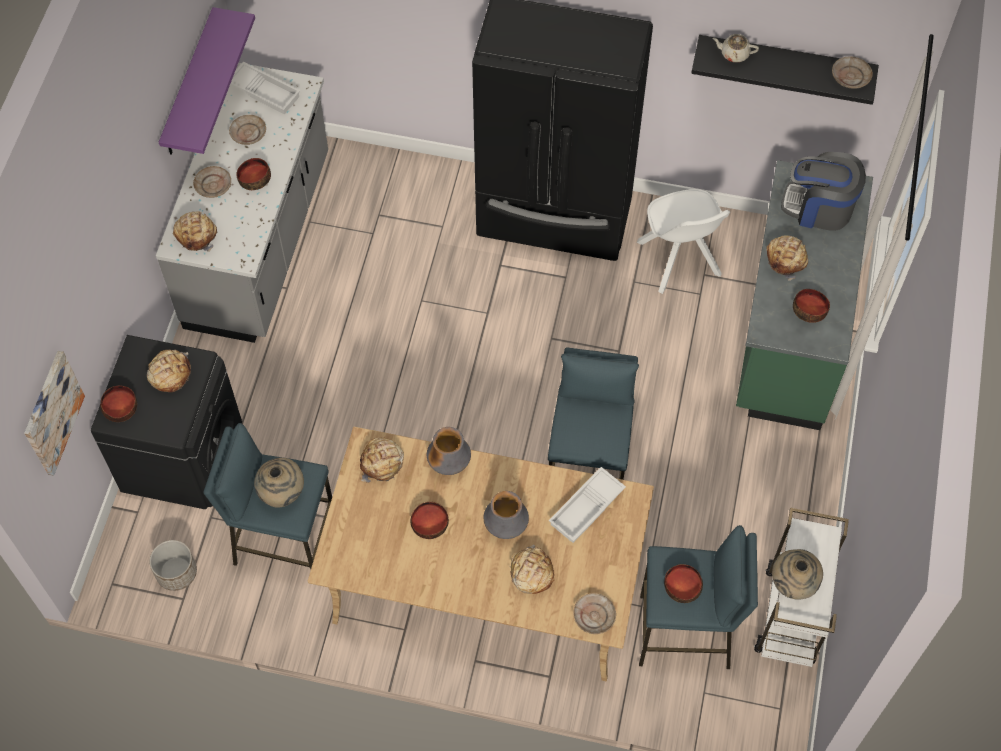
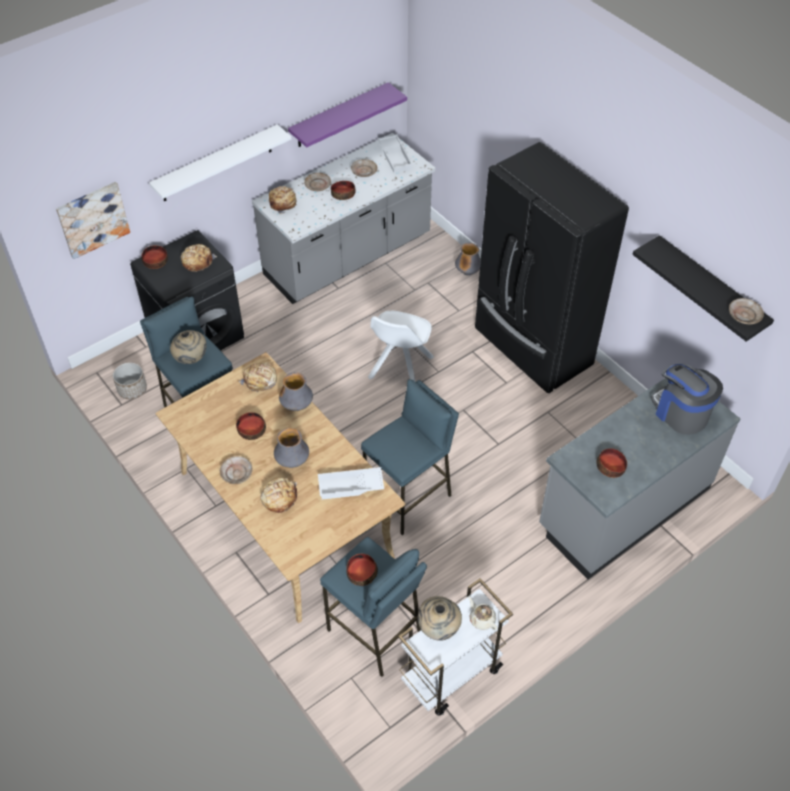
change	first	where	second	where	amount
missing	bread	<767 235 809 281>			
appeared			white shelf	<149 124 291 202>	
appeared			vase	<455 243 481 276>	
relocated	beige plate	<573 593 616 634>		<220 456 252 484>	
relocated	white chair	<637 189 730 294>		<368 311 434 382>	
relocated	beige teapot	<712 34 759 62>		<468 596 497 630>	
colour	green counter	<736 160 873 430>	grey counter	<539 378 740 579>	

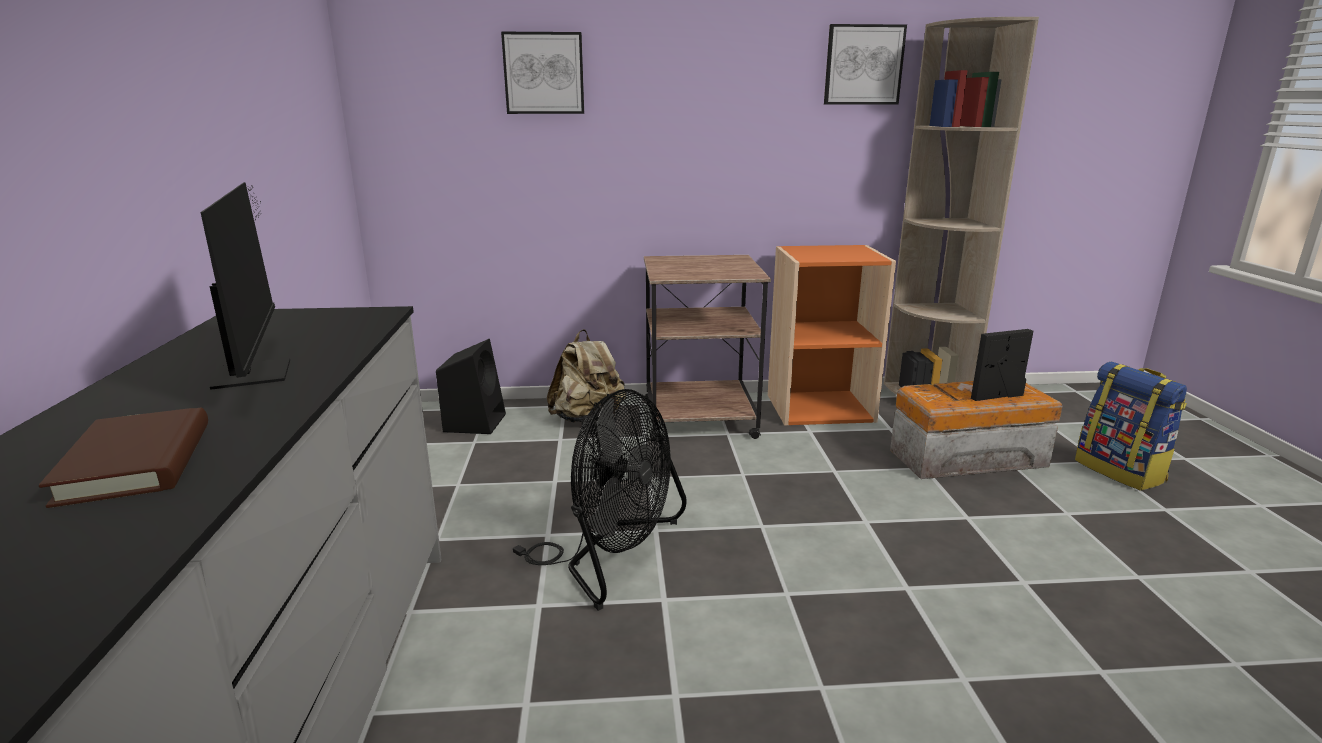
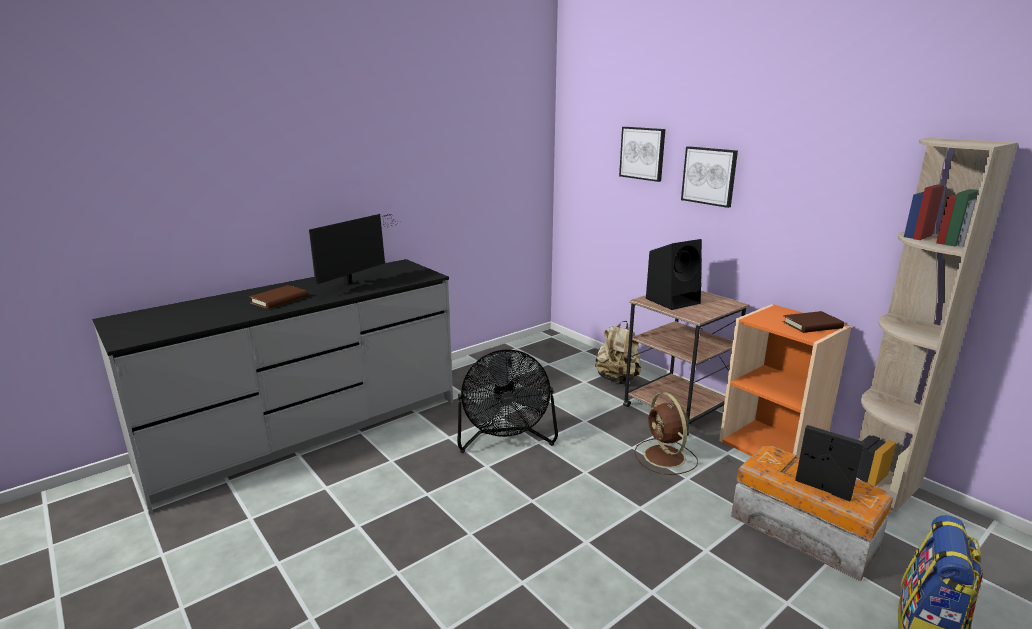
change	first	where	second	where	amount
appeared			brown fan	<634 392 698 475>	
appeared			brown book	<783 311 844 333>	
relocated	black speaker	<436 339 506 434>		<646 239 702 310>	
relocated	picture	<824 24 907 104>		<681 146 738 208>	

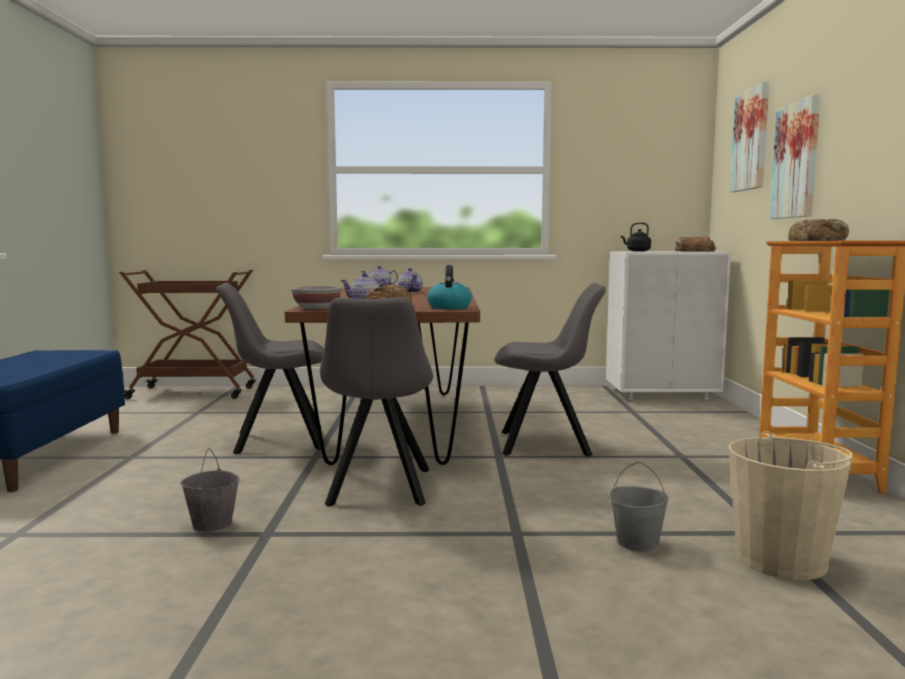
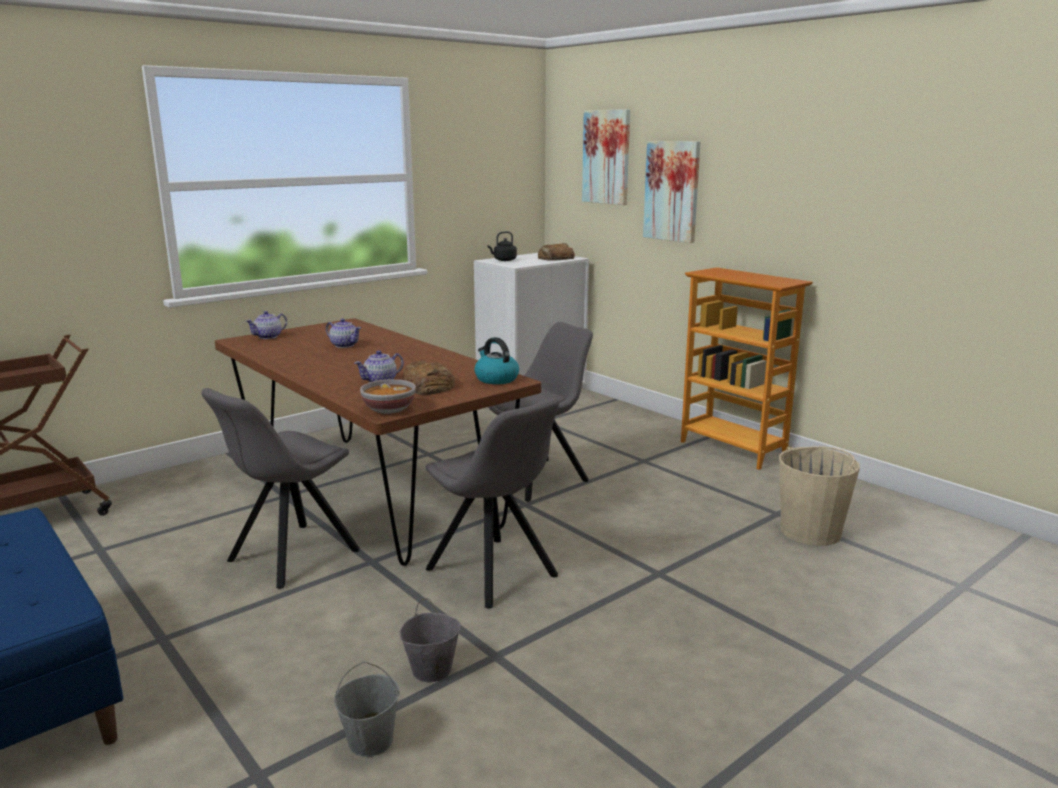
change	first	where	second	where	amount
missing	bread	<788 219 849 241>			
relocated	grey bucket	<609 462 669 552>		<334 662 400 757>	

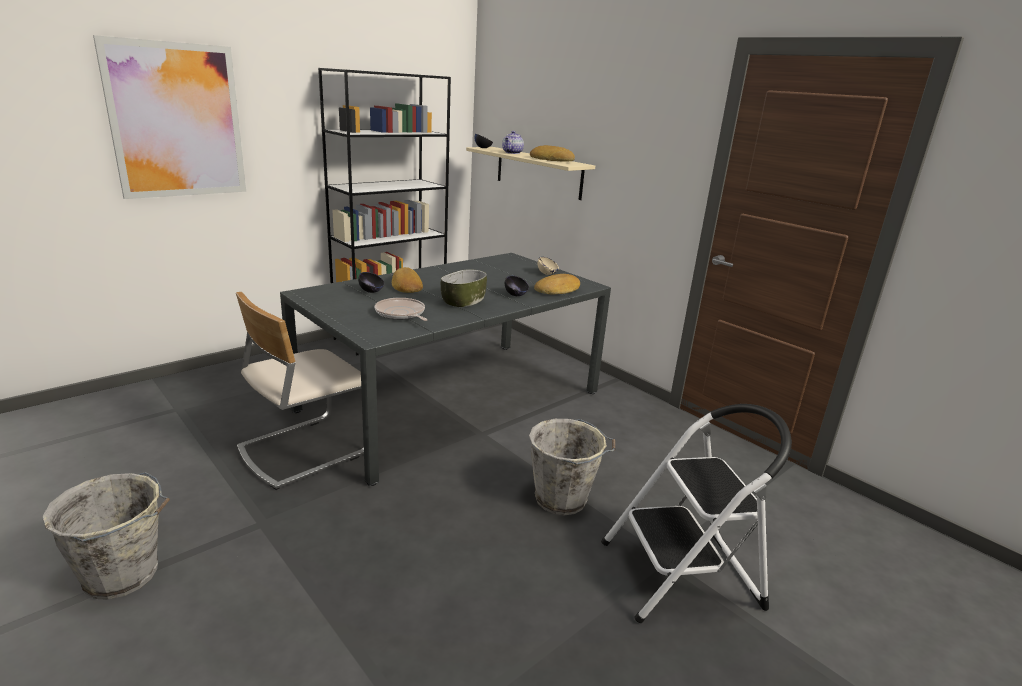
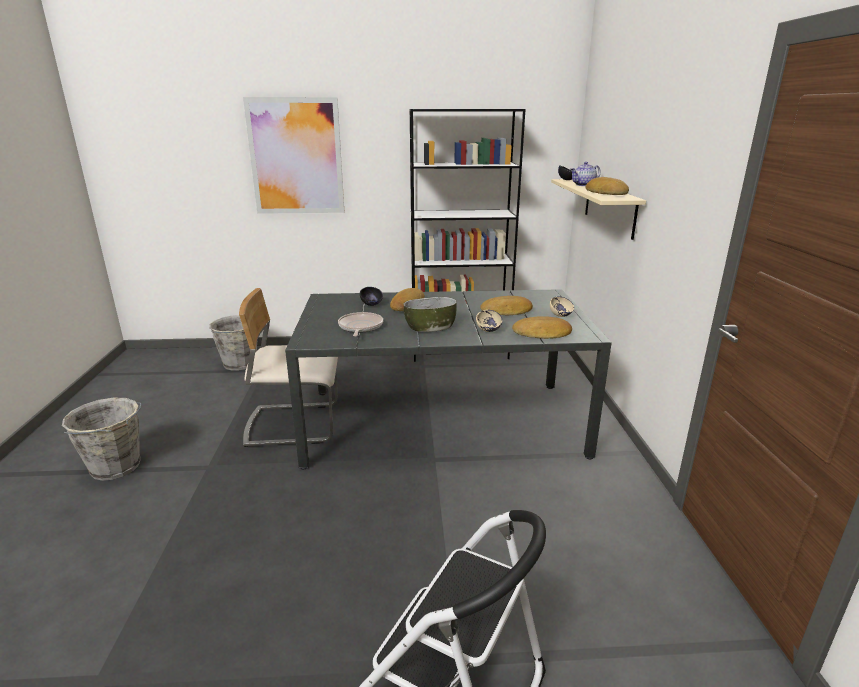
change	first	where	second	where	amount
appeared			bread	<480 296 533 315>	
relocated	grey bucket	<529 419 616 515>		<209 315 257 371>	
colour	black bowl	<505 276 529 296>	beige bowl	<476 310 502 332>	

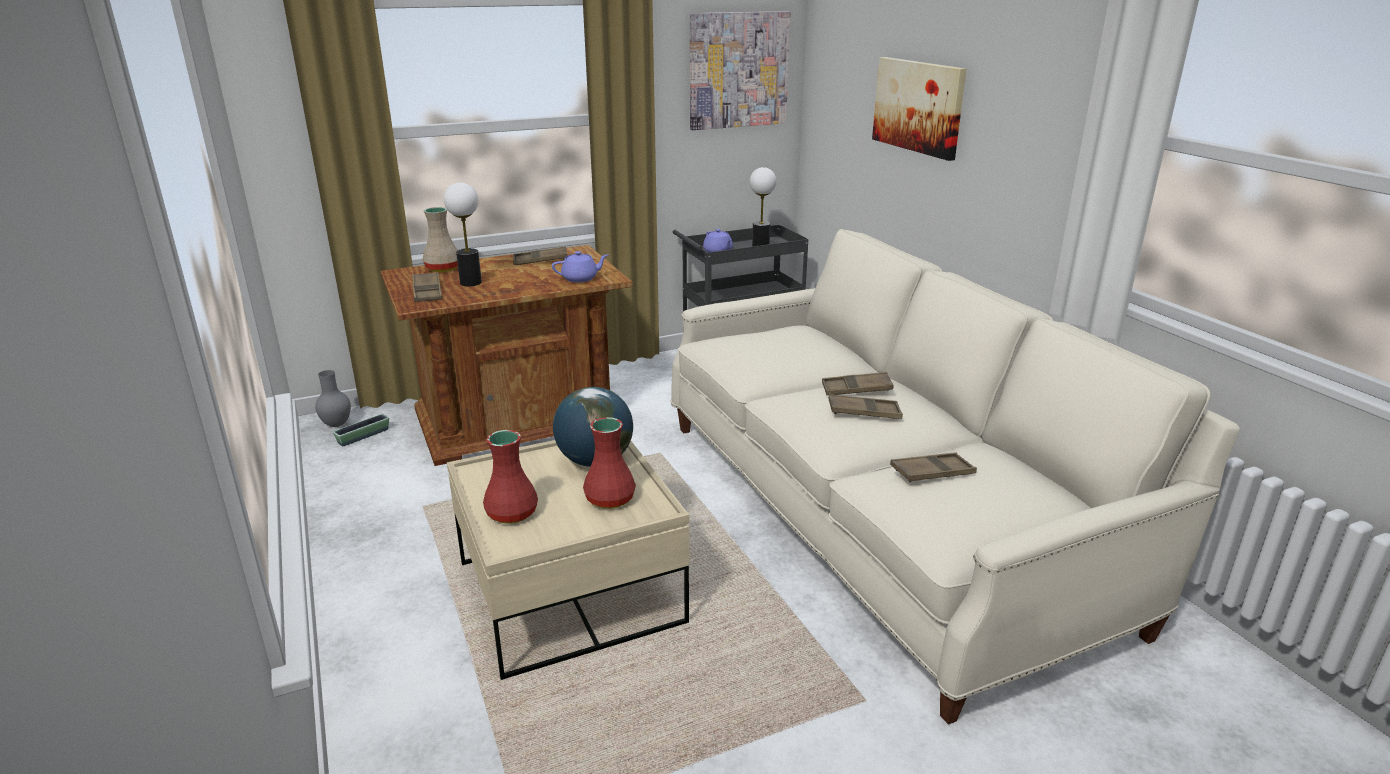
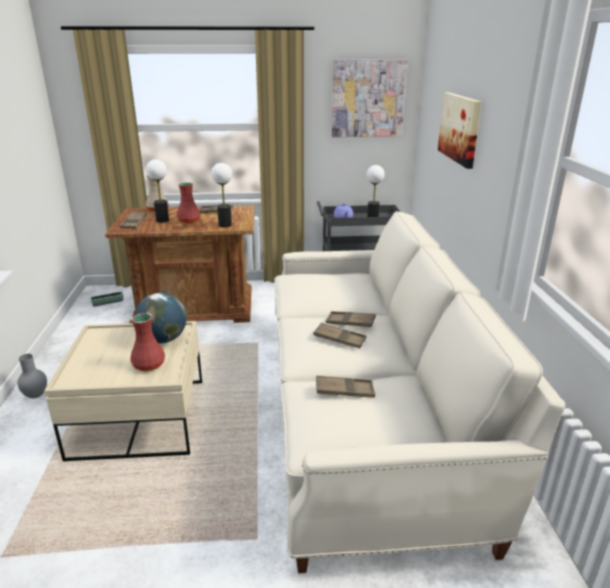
change	first	where	second	where	amount
relocated	grey vase	<315 370 351 427>		<17 354 47 398>	
relocated	red vase	<483 430 538 524>		<177 182 201 224>	
exchanged	purple teapot	<552 251 608 282>	table lamp	<211 163 232 228>	

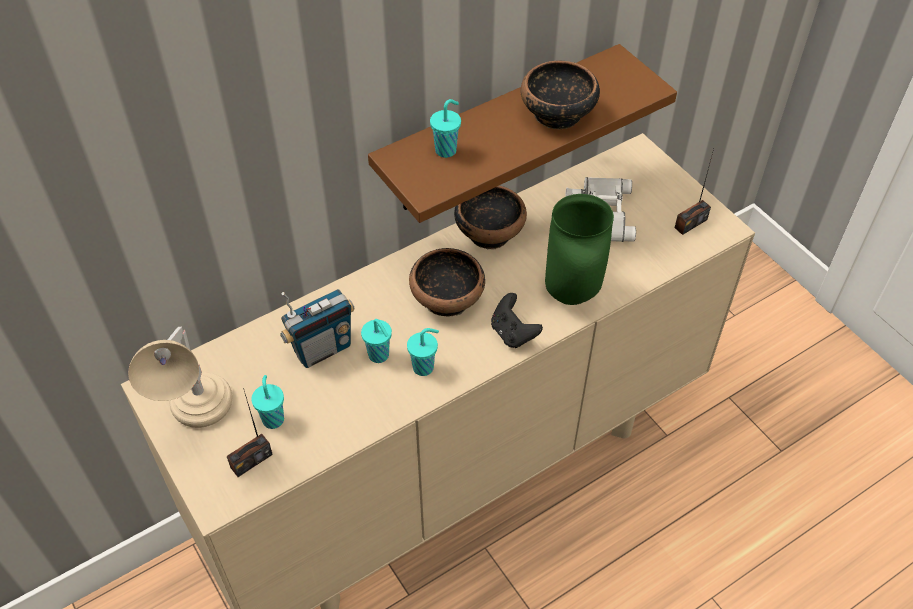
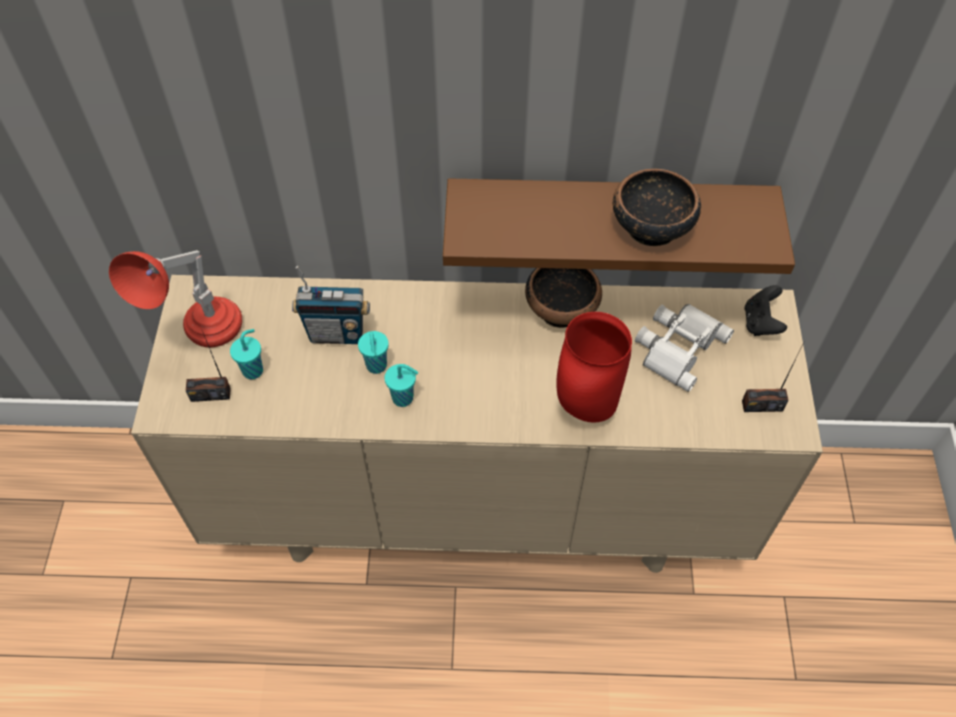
change	first	where	second	where	amount
missing	bowl	<409 248 485 317>			
missing	turquoise cup	<430 99 461 158>			
relocated	black game controller	<491 293 543 348>		<744 285 787 336>	
colour	beige table lamp	<128 327 232 428>	red table lamp	<109 250 242 347>	
colour	green vase	<545 194 614 305>	red vase	<556 312 632 423>	

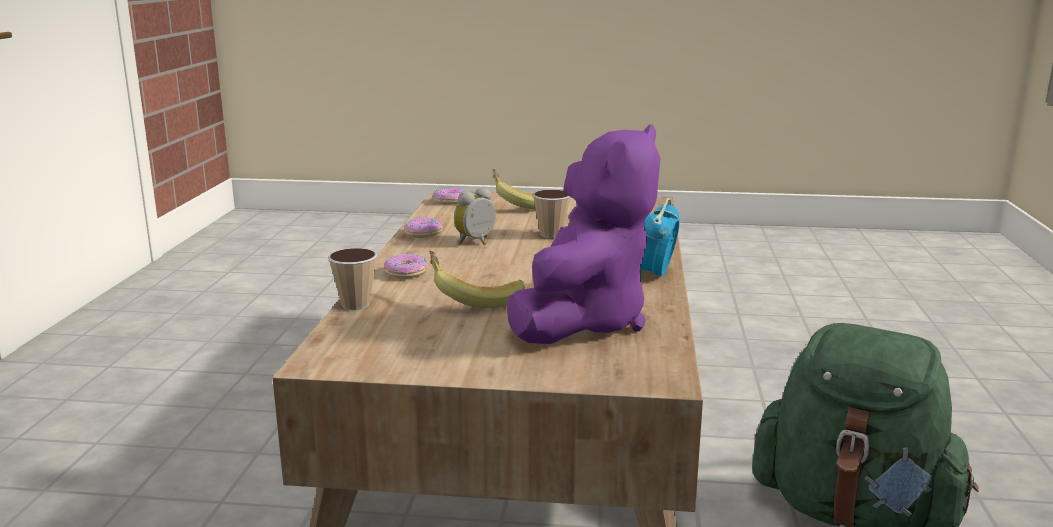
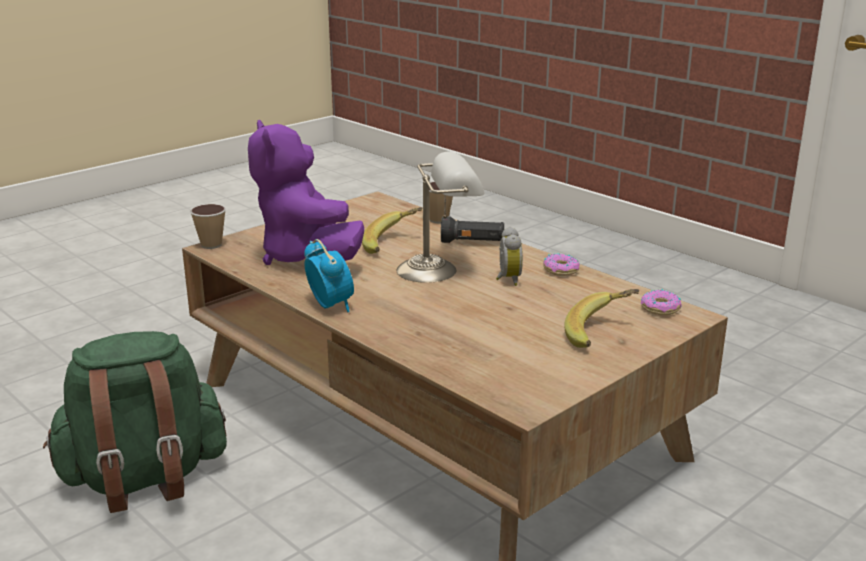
change	first	where	second	where	amount
appeared			white table lamp	<396 151 485 283>	
relocated	cup	<533 190 570 238>		<190 204 226 249>	
exchanged	donut	<384 253 428 278>	black flashlight	<441 216 504 243>	

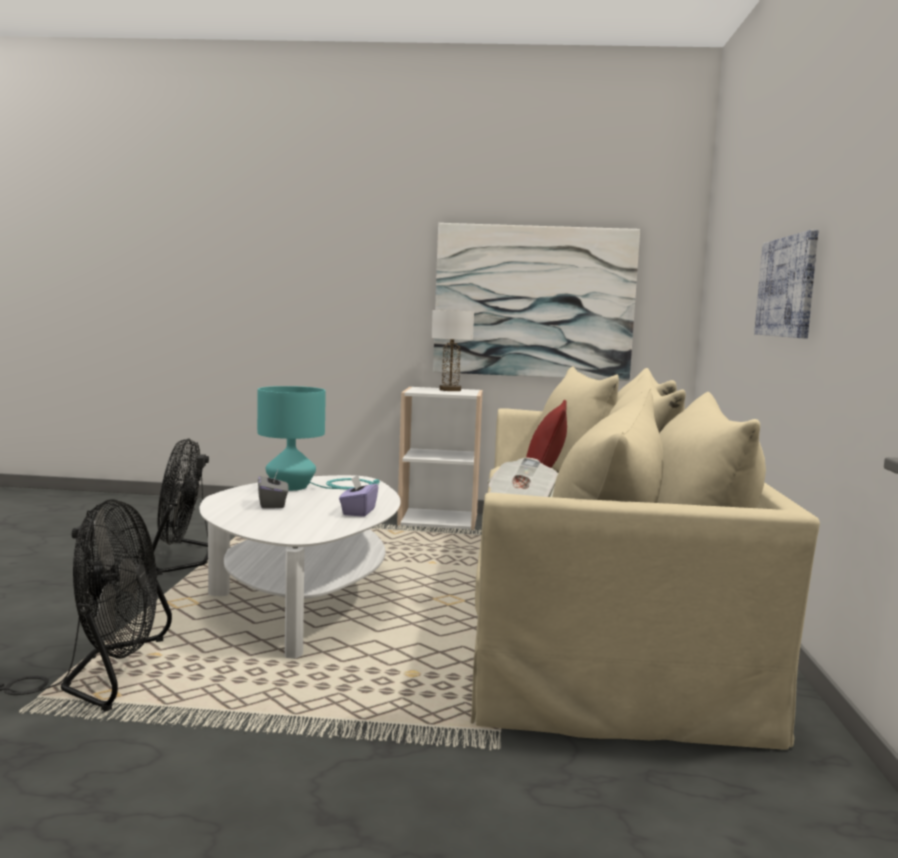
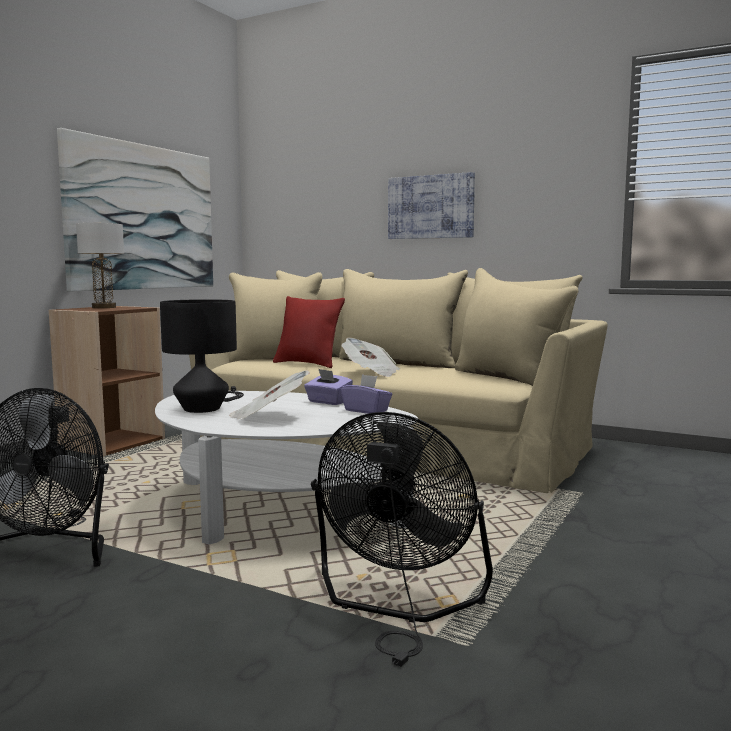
change	first	where	second	where	amount
appeared			purple tissue box	<341 374 393 414>	
exchanged	grey tissue box	<258 470 289 508>	newspaper	<229 370 310 420>	
colour	turquoise table lamp	<257 386 380 491>	black table lamp	<160 299 244 413>	
colour	white bookcase	<397 387 483 530>	brown bookcase	<49 306 165 456>	

